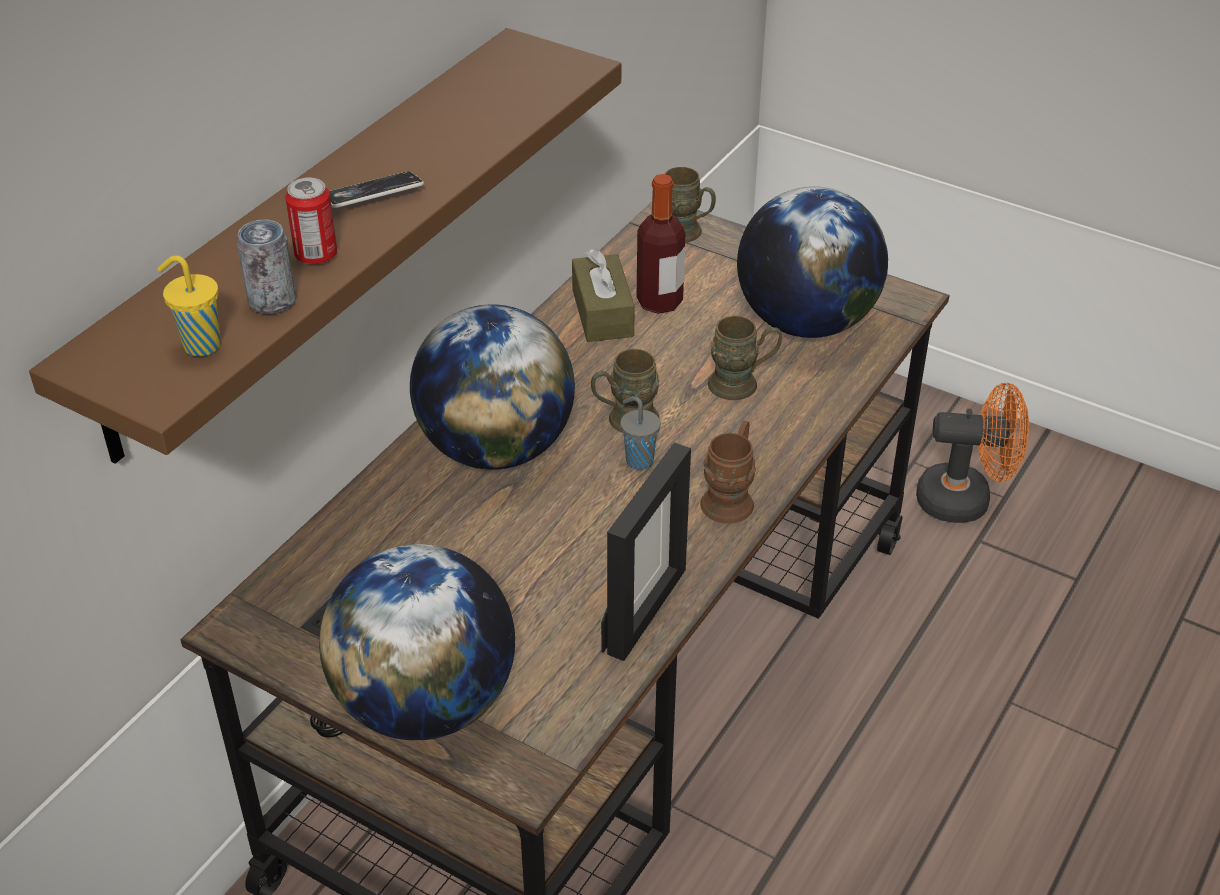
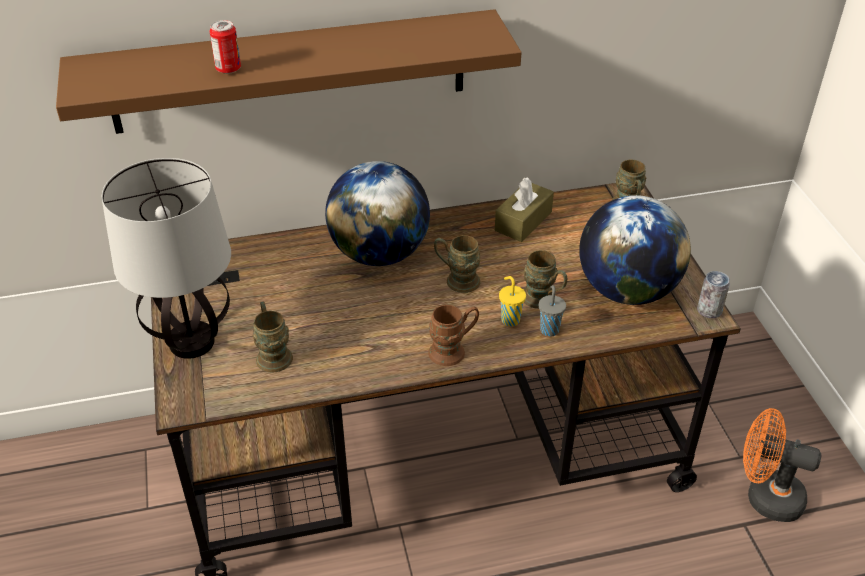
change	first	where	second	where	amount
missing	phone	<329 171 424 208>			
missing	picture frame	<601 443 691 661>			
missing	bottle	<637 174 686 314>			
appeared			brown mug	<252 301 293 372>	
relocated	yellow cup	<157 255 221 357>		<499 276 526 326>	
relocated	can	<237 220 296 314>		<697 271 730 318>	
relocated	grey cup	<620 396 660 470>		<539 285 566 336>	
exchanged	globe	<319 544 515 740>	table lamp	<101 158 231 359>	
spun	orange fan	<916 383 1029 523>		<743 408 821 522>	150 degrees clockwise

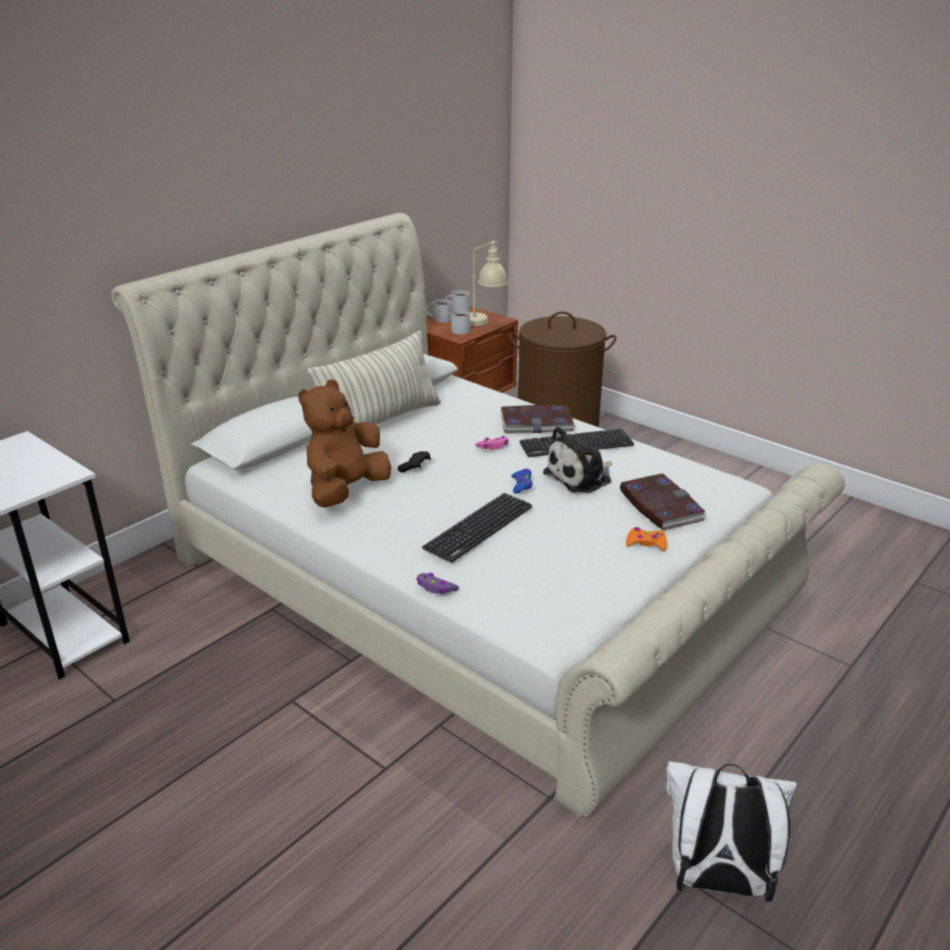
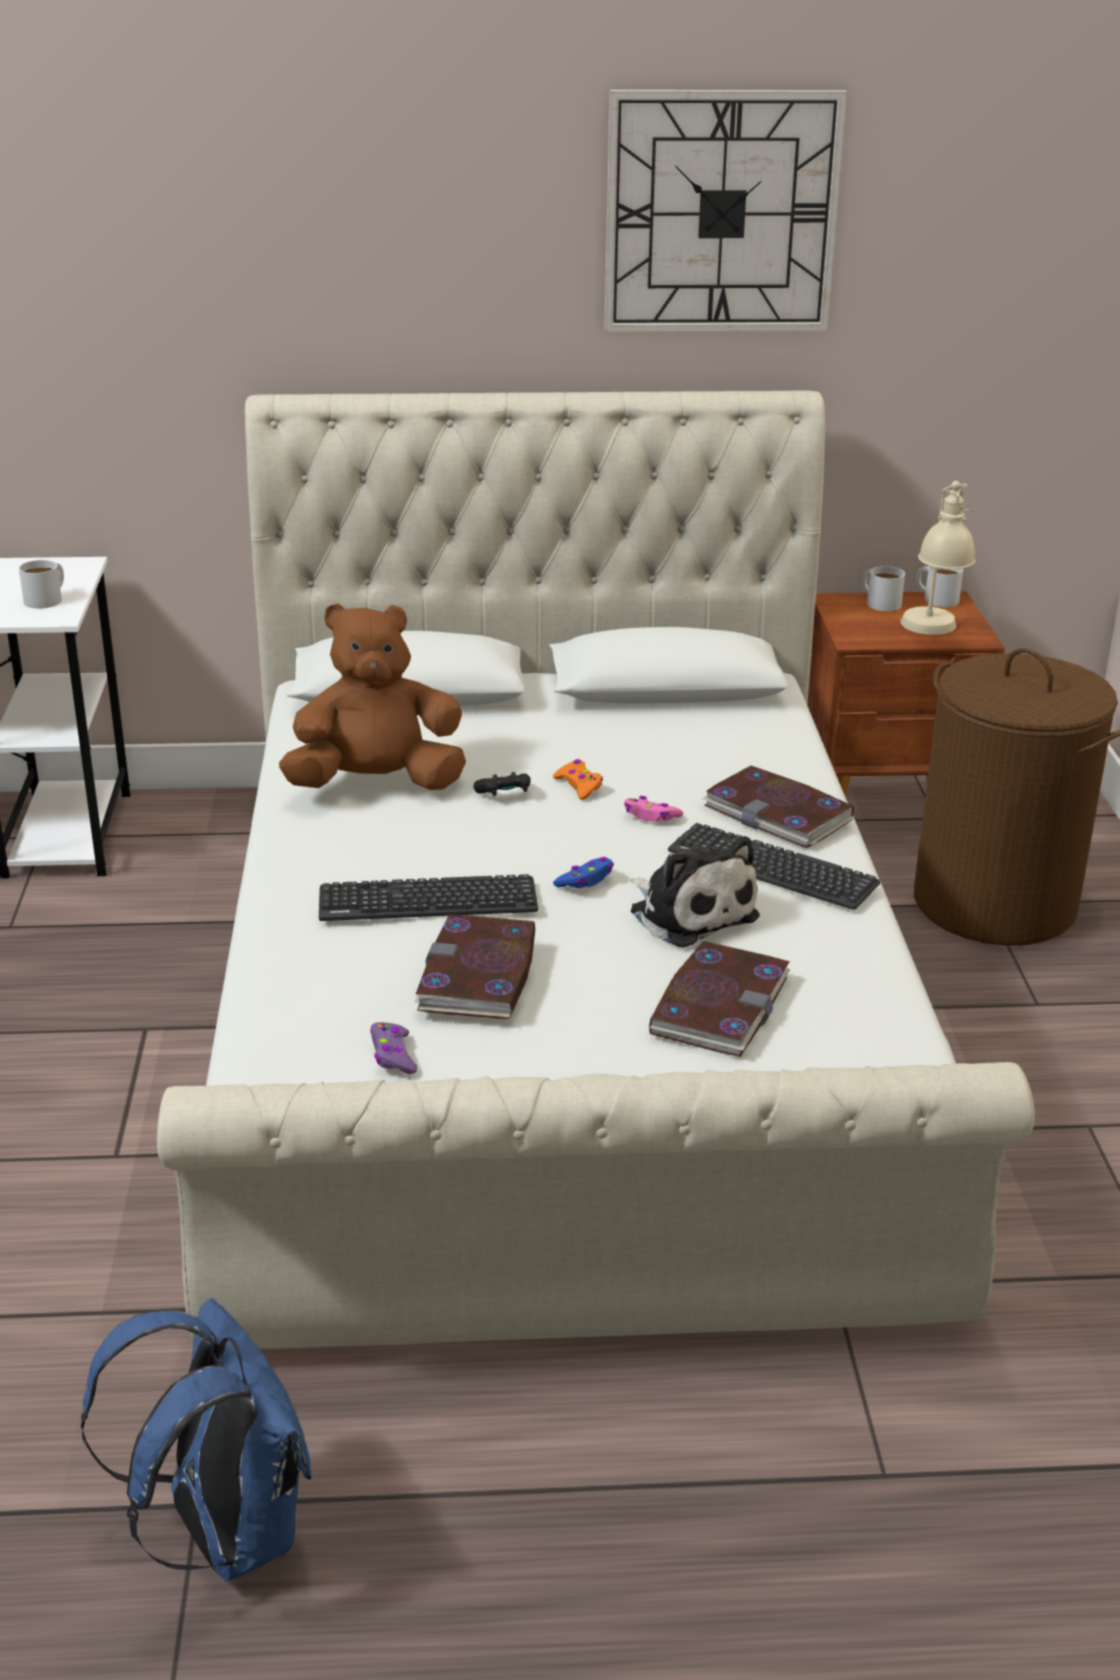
change	first	where	second	where	amount
missing	pillow	<308 330 441 424>			
appeared			book	<414 915 535 1019>	
appeared			wall clock	<604 90 847 332>	
relocated	purple game controller	<416 573 459 594>		<370 1022 418 1074>	
relocated	white mug	<451 310 470 334>		<19 560 64 609>	
relocated	orange game controller	<626 527 667 551>		<553 759 603 800>	
colour	white backpack	<665 761 797 902>	blue backpack	<81 1298 312 1582>	
spun	plush toy	<543 426 612 493>		<630 836 760 948>	135 degrees counterclockwise

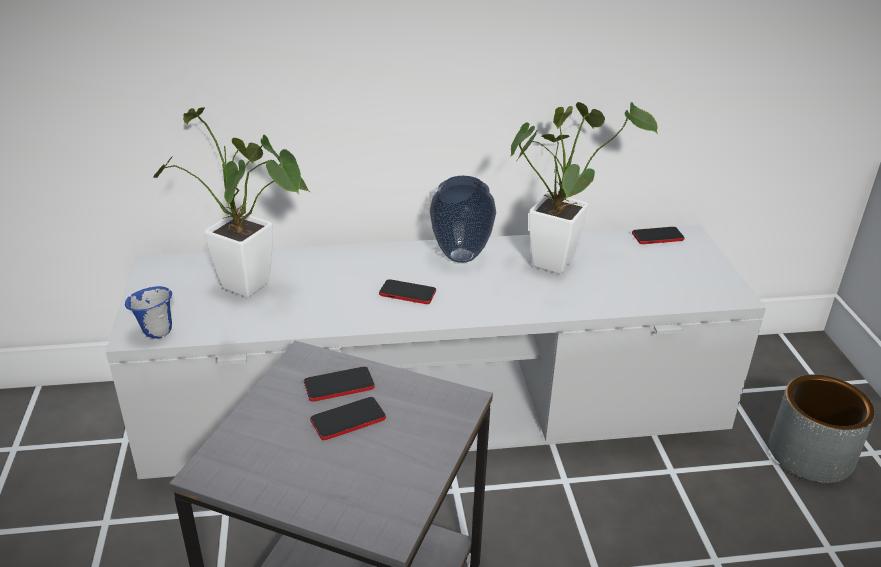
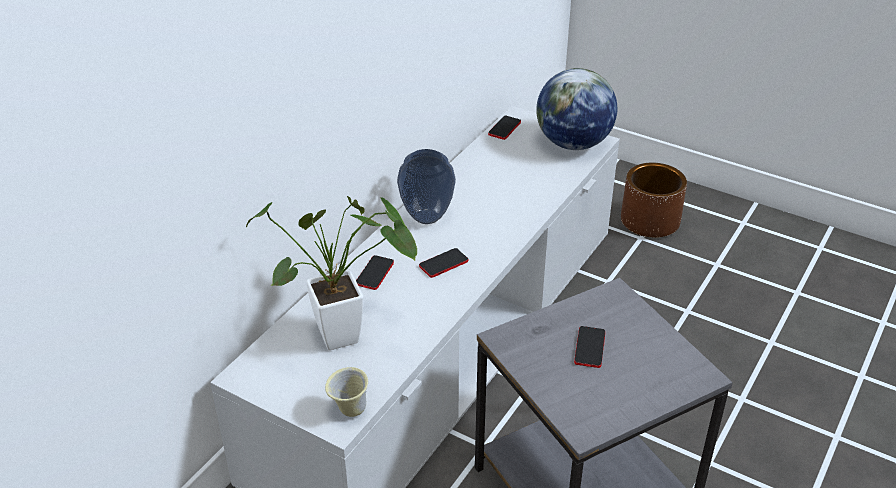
change	first	where	second	where	amount
missing	potted plant	<510 102 658 274>			
appeared			globe	<536 68 617 150>	
relocated	phone	<304 367 375 401>		<356 255 394 290>	
colour	blue mug	<125 286 172 339>	beige mug	<325 367 369 417>	
colour	grey planter	<769 375 875 483>	brown planter	<621 163 687 238>	

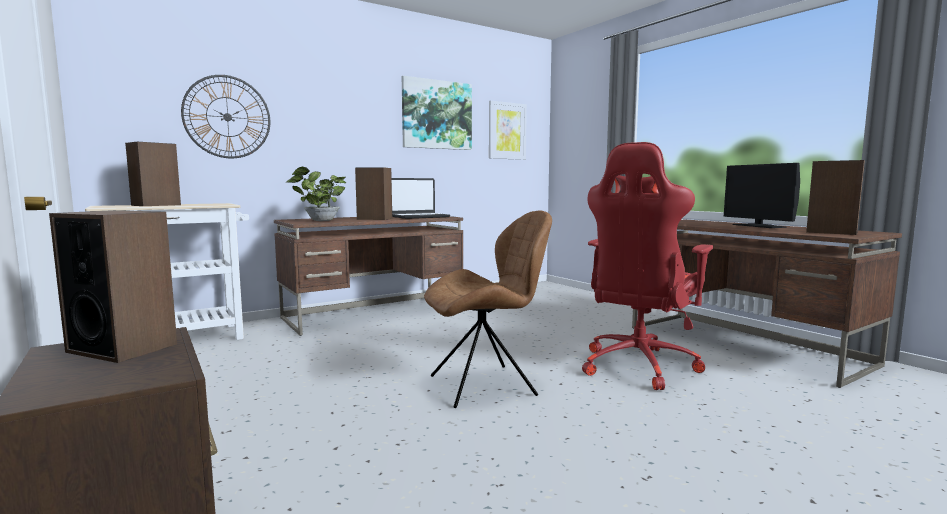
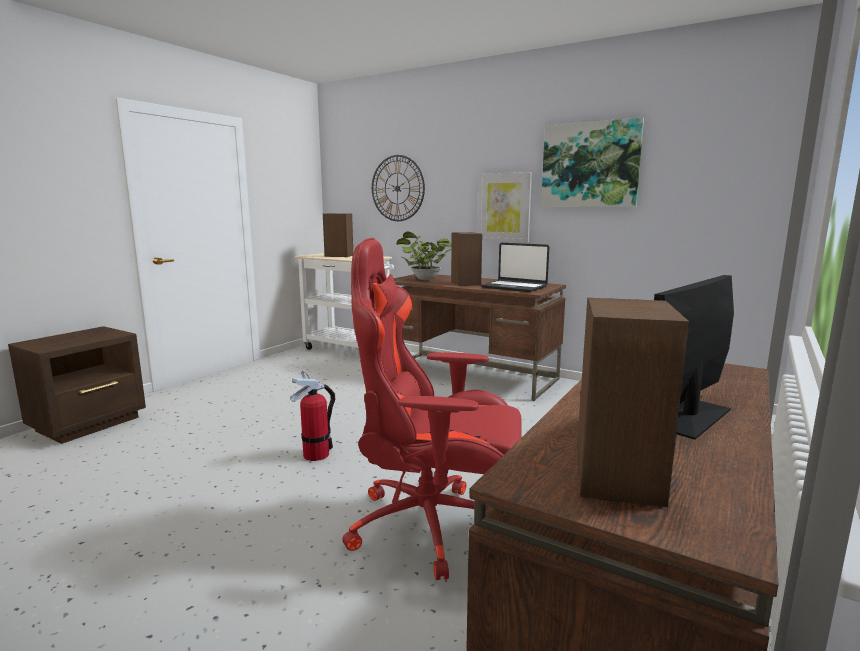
change	first	where	second	where	amount
missing	speaker	<49 210 177 363>			
relocated	picture	<489 101 527 160>		<478 172 532 243>	
exchanged	brown chair	<424 211 552 408>	fire extinguisher	<290 371 336 461>	

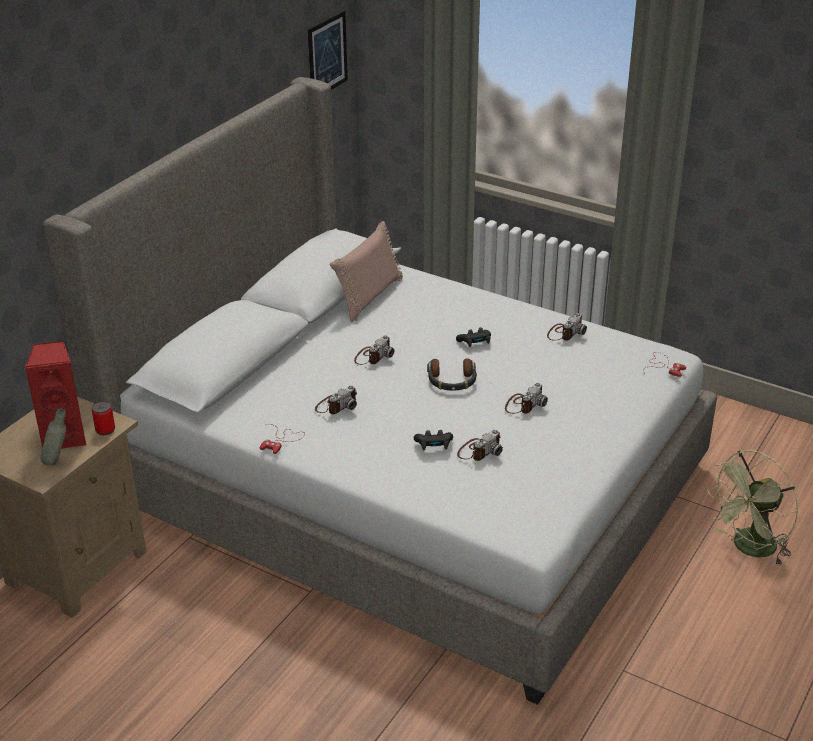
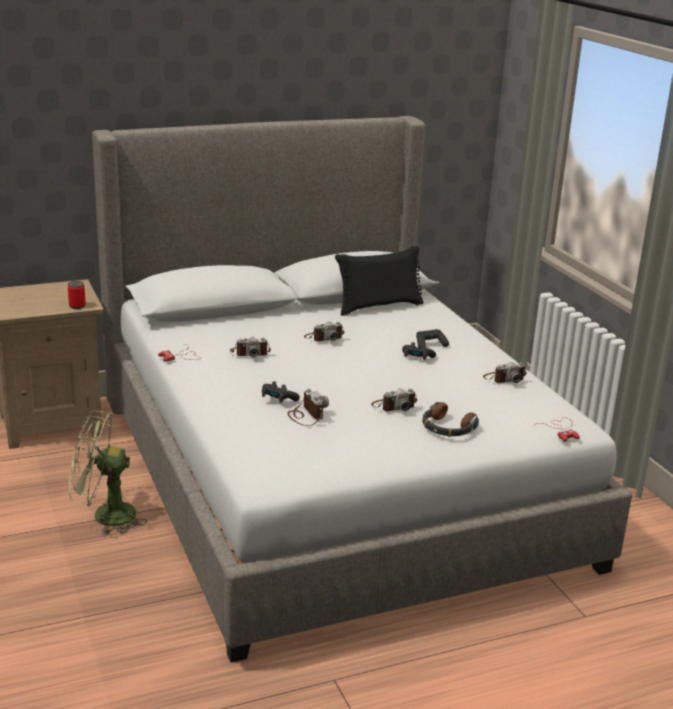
change	first	where	second	where	amount
missing	red speaker	<24 341 87 449>			
missing	grey bottle	<40 409 66 466>			
missing	picture	<308 11 348 90>			
appeared			black game controller	<416 329 449 348>	
relocated	headphones	<427 358 477 391>		<422 402 479 437>	
relocated	green fan	<707 450 798 565>		<69 410 147 536>	
colour	beige pillow	<330 221 403 322>	black pillow	<335 246 423 316>	
spun	photo camera	<457 430 503 461>		<287 389 329 426>	105 degrees counterclockwise

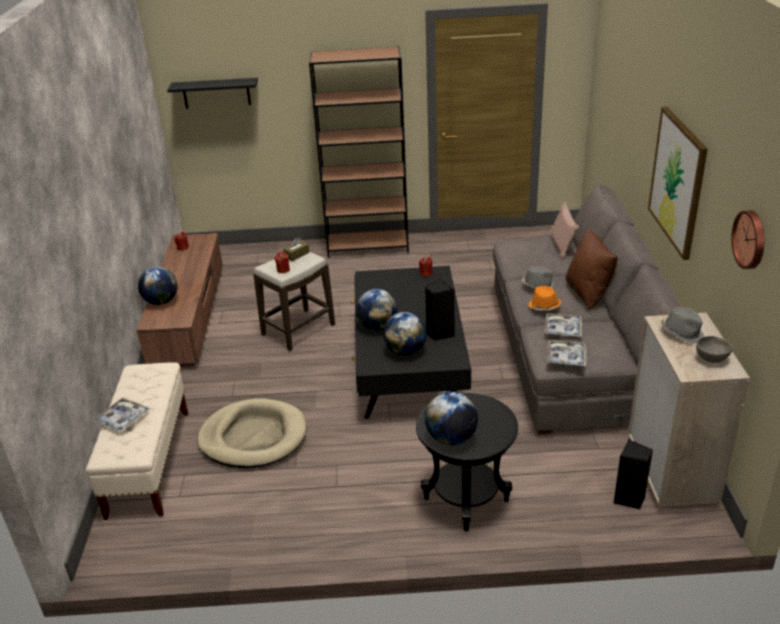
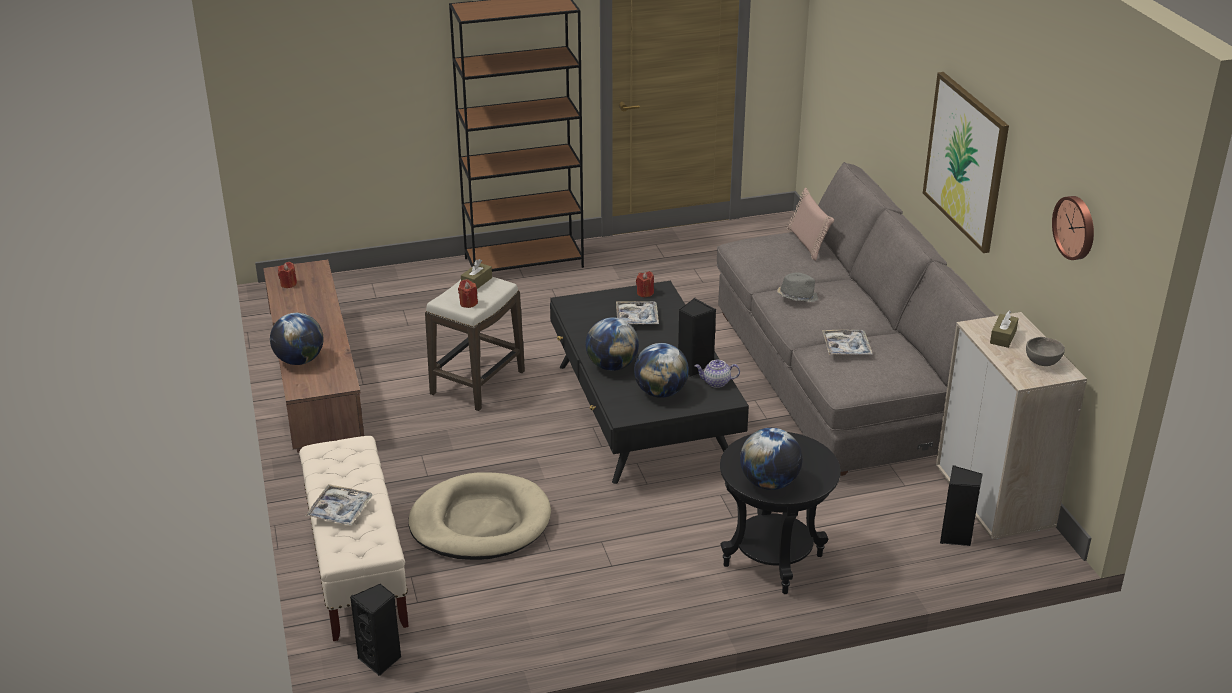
change	first	where	second	where	amount
missing	black shelf	<167 78 258 109>			
missing	orange hat	<528 286 561 310>			
missing	brown pillow	<565 228 618 310>			
appeared			black speaker	<350 584 401 676>	
appeared			teapot	<695 359 740 388>	
relocated	tray	<547 340 586 366>		<616 301 659 324>	
exchanged	grey hat	<661 307 704 343>	brown tissue box	<990 310 1019 348>	

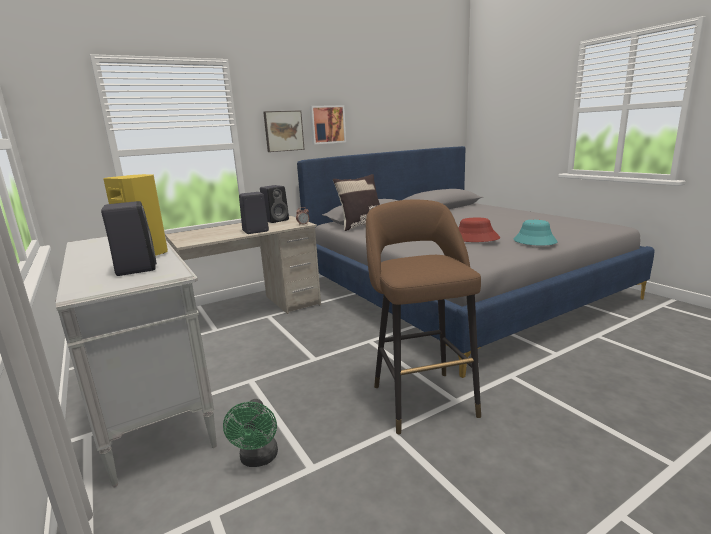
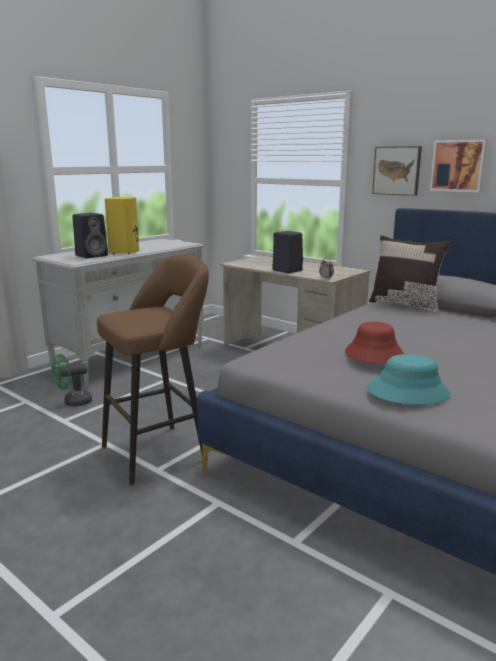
change	first	where	second	where	amount
missing	black speaker	<260 185 289 223>			

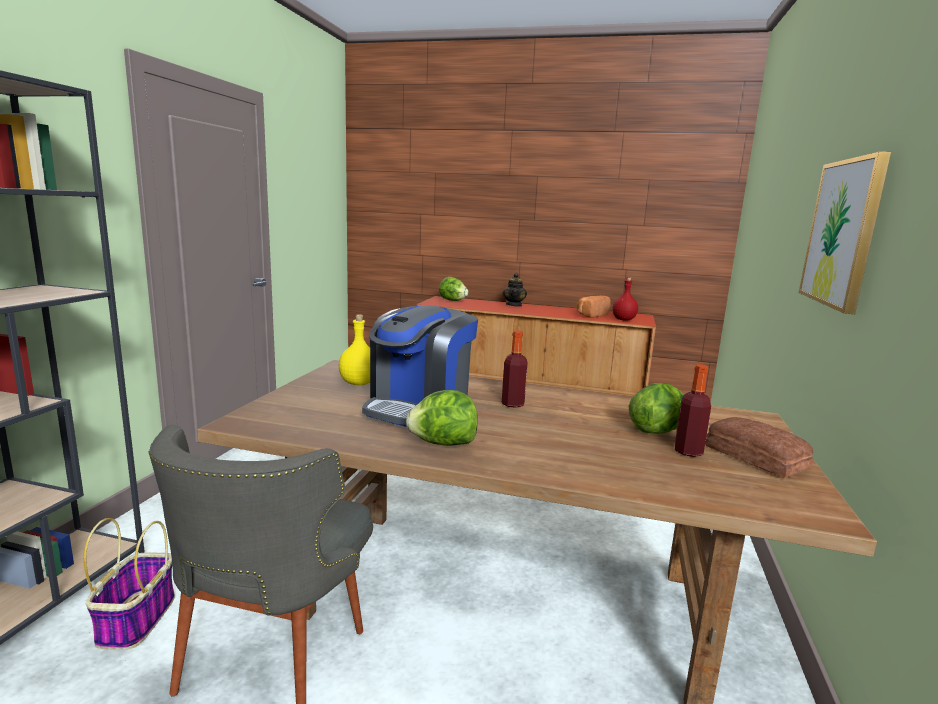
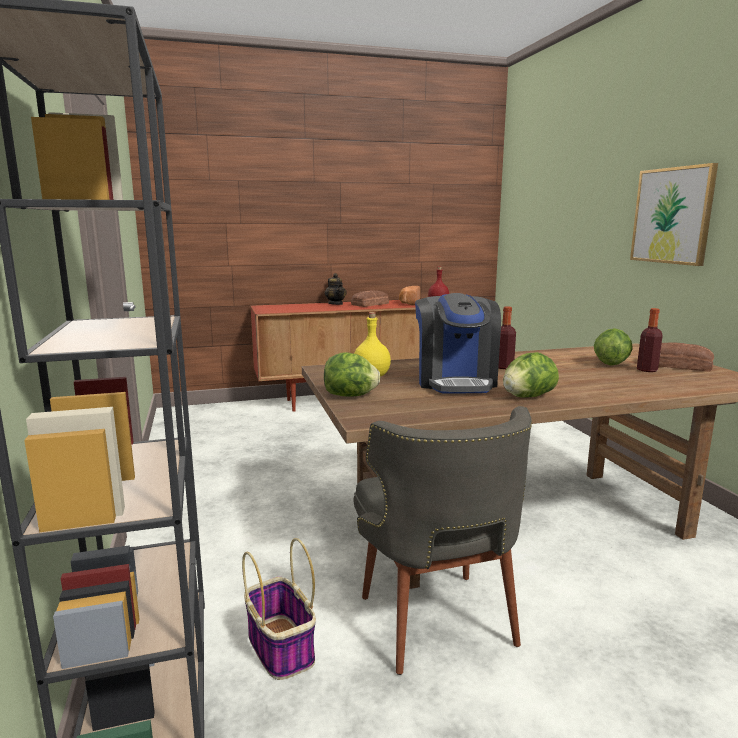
change	first	where	second	where	amount
appeared			bread	<351 290 389 307>	
relocated	lettuce	<439 277 468 301>		<324 352 380 397>	

